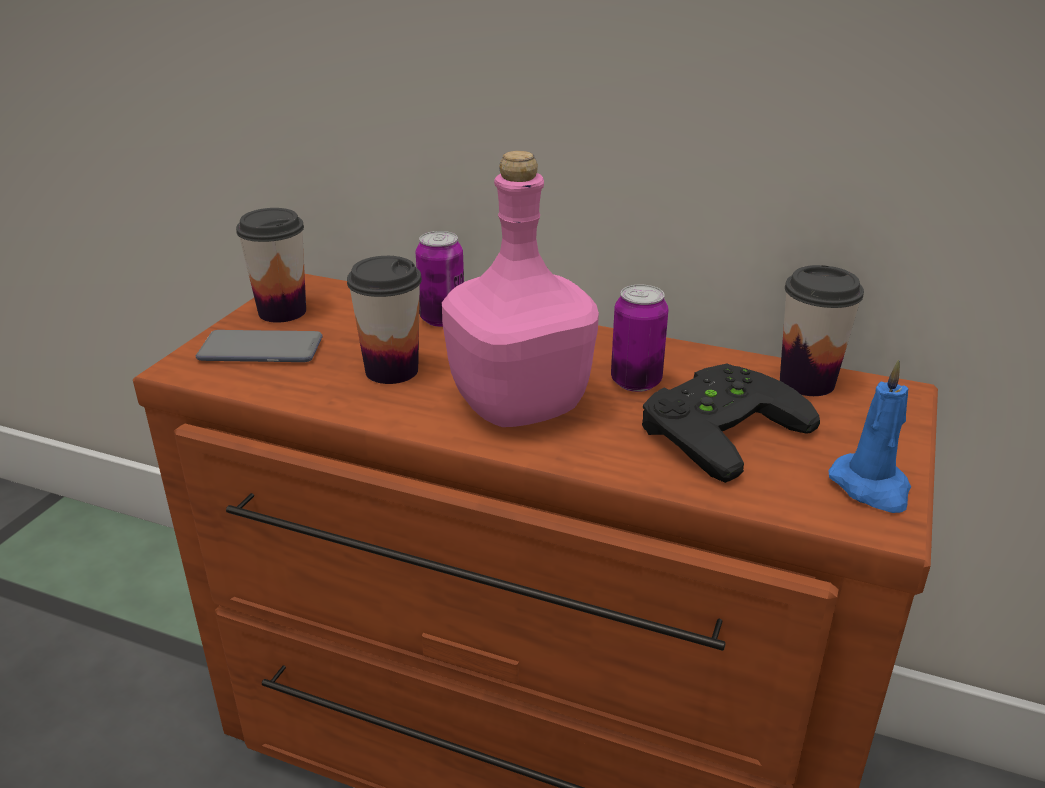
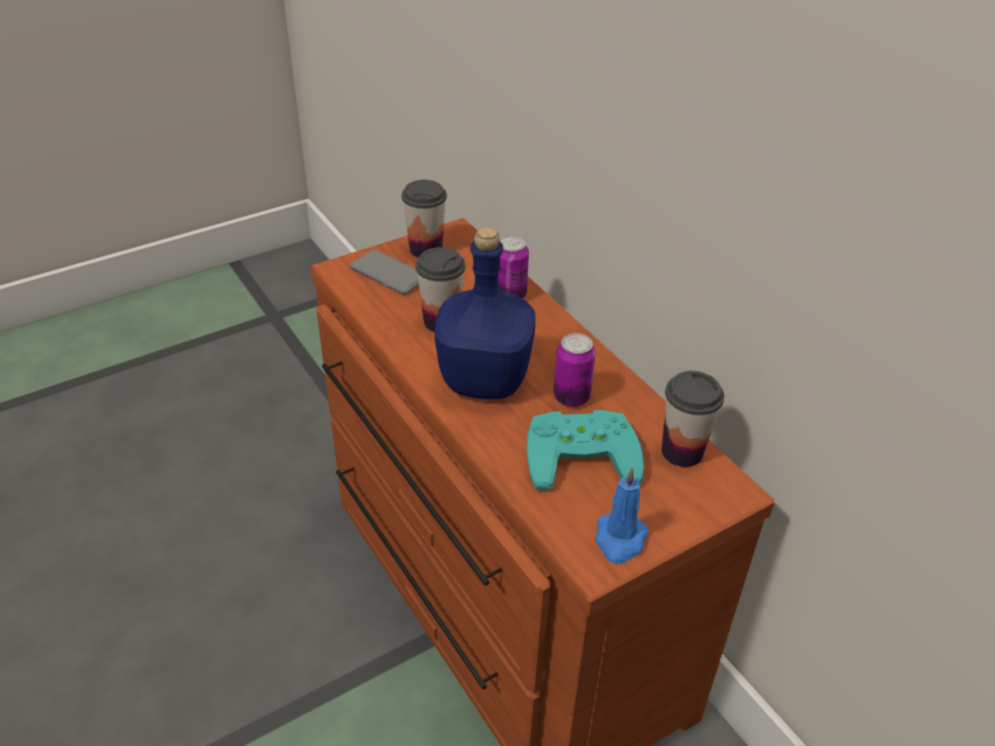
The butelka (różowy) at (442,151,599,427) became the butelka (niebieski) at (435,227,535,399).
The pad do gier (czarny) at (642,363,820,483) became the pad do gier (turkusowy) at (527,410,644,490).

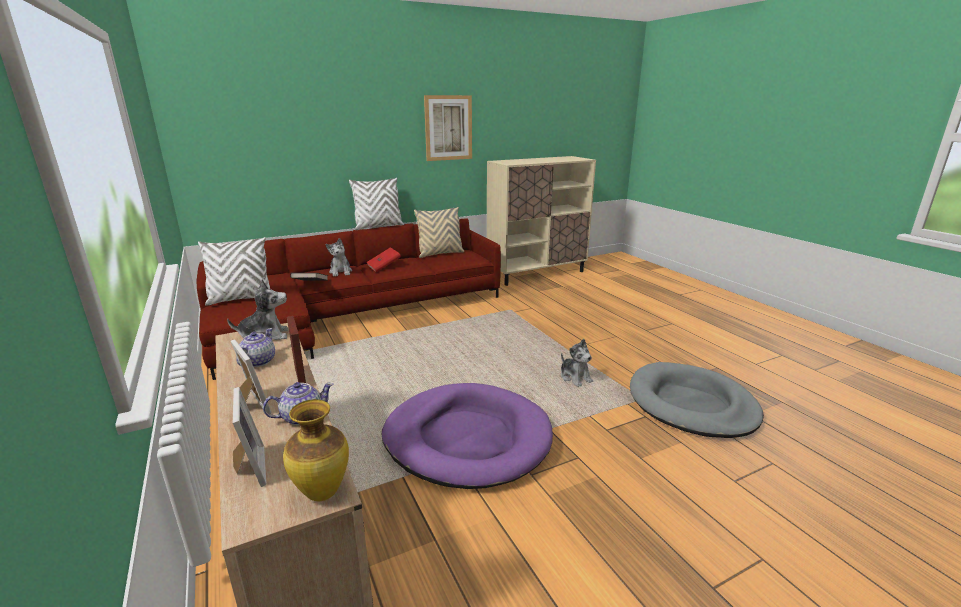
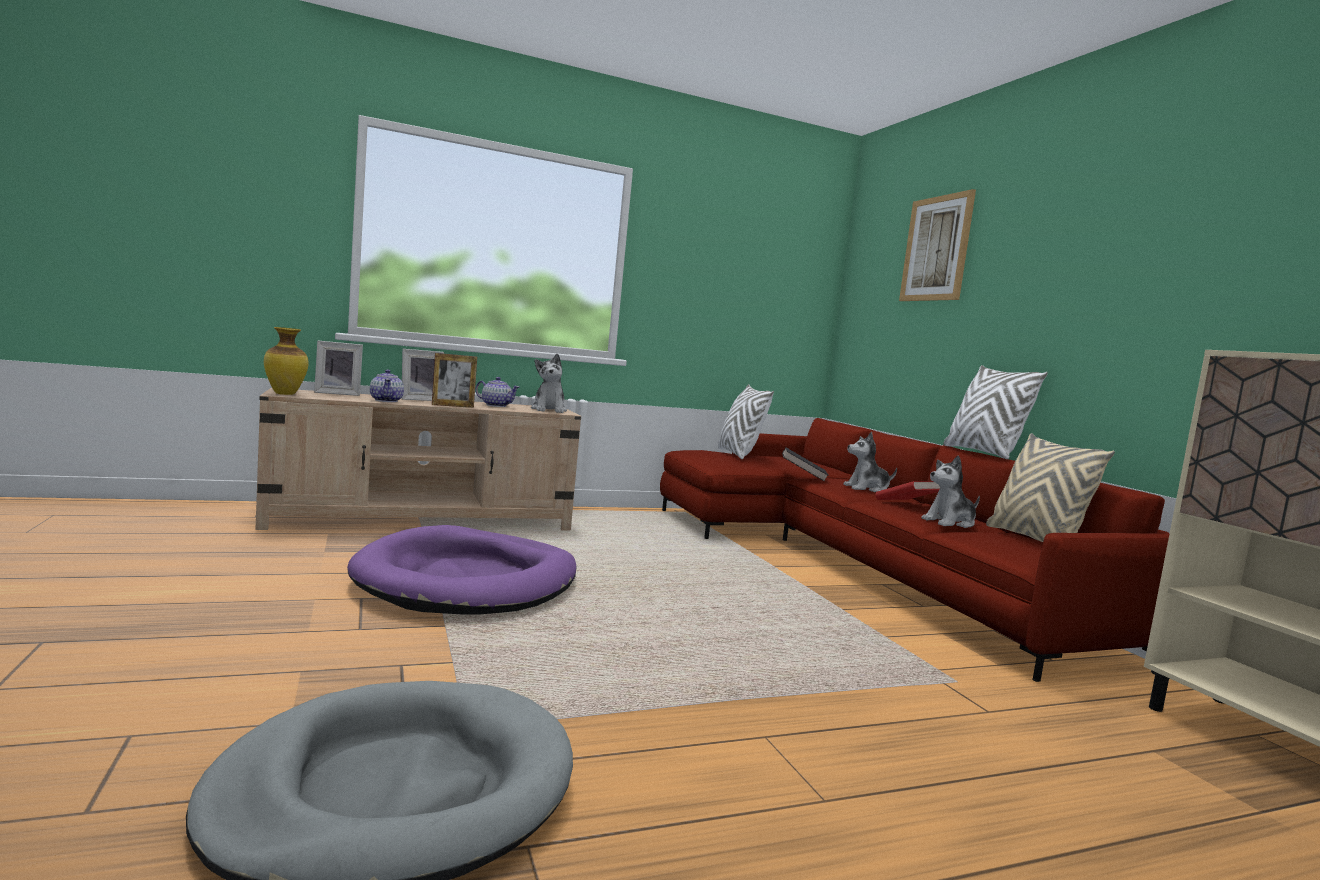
The obraz moved from (424,95,472,161) to (899,189,976,301).
The pluszak moved from (561,339,593,387) to (921,455,980,528).

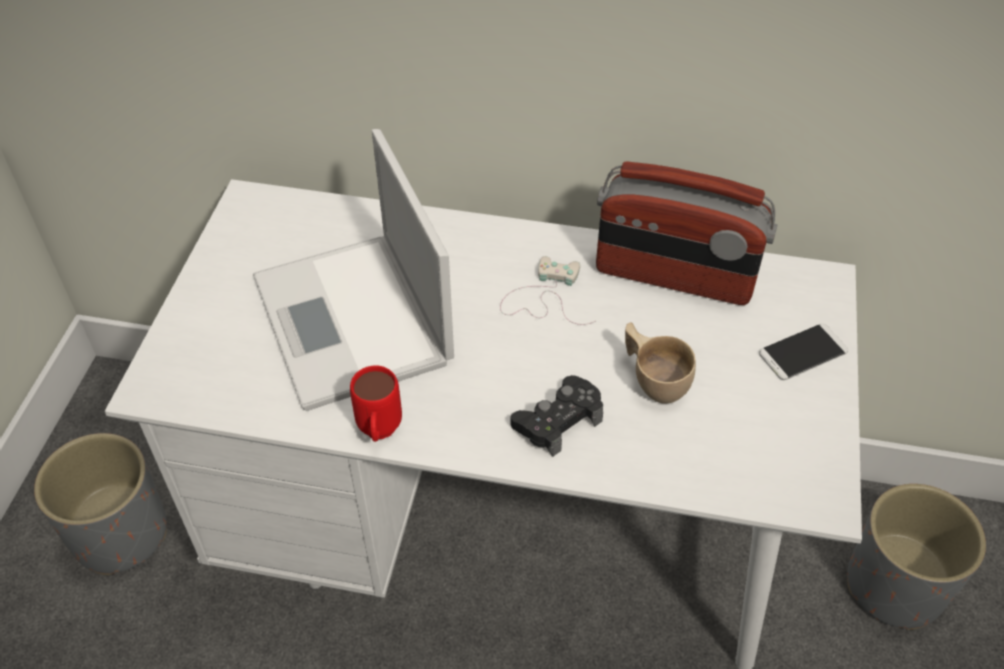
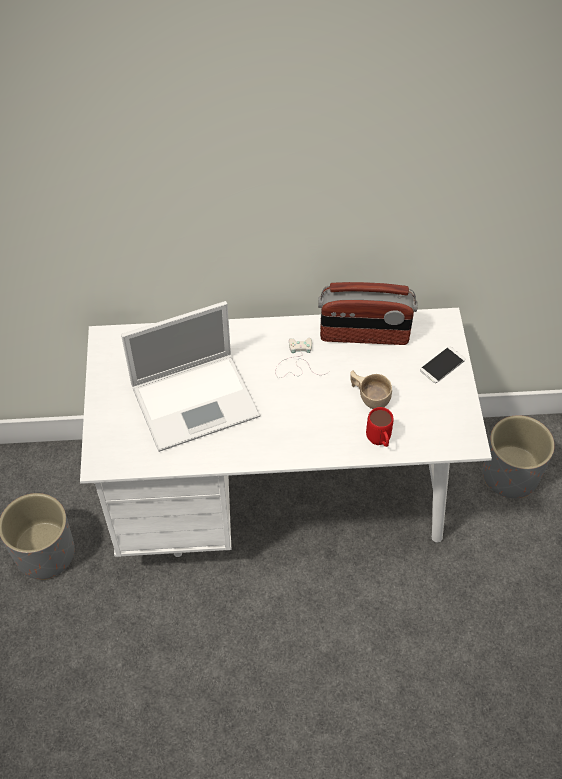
The laptop at (253,129,454,411) turned 75 degrees counterclockwise.
The kubek (czerwony) moved from (350,365,402,442) to (366,407,394,447).
The pad do gier (czarny) at (510,375,603,457) disappeared.

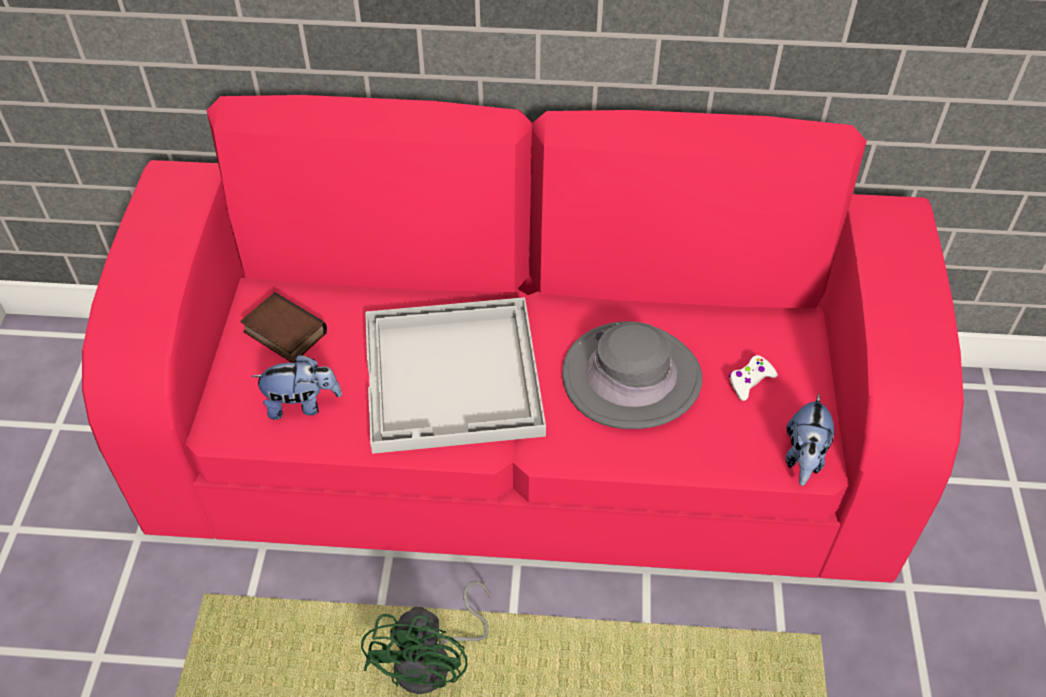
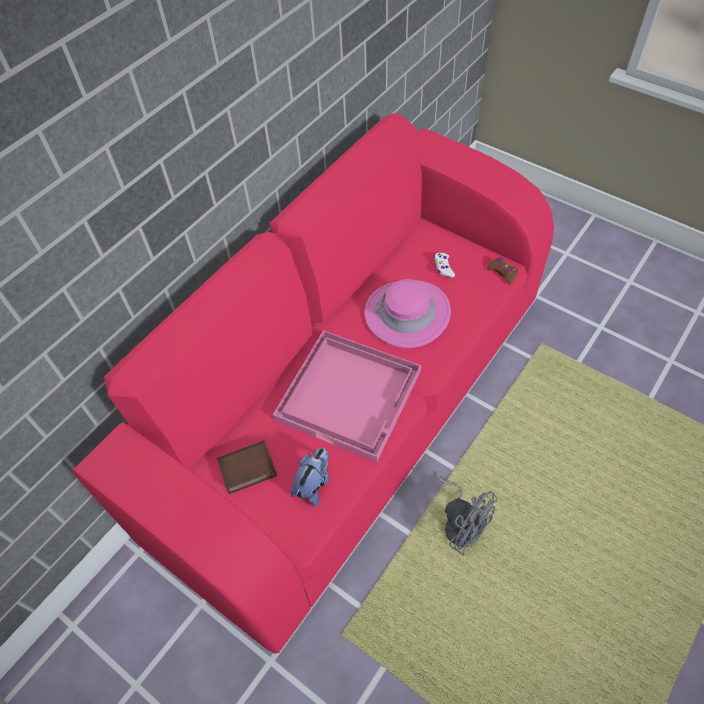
The taca (biały) at (365,297,546,454) became the taca (różowy) at (273,330,421,462).
The kapelusz (szary) at (562,321,702,429) became the kapelusz (różowy) at (364,279,451,348).
The pluszak at (786,394,834,486) was replaced by the pad do gier (brązowy) at (487,257,518,285).
The wentylator (zielony) at (361,581,490,694) became the wentylator (szary) at (434,471,497,556).

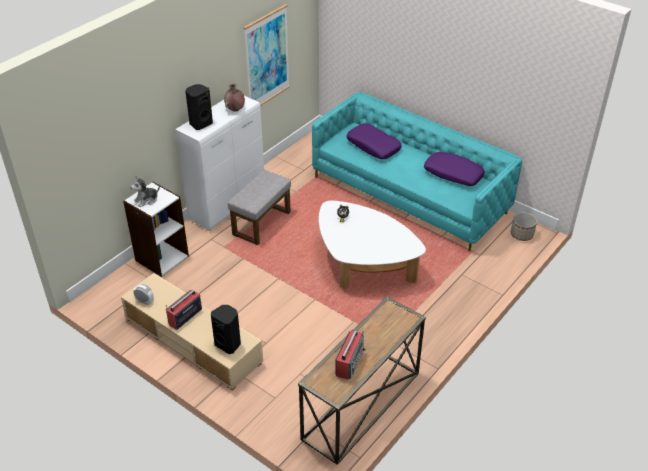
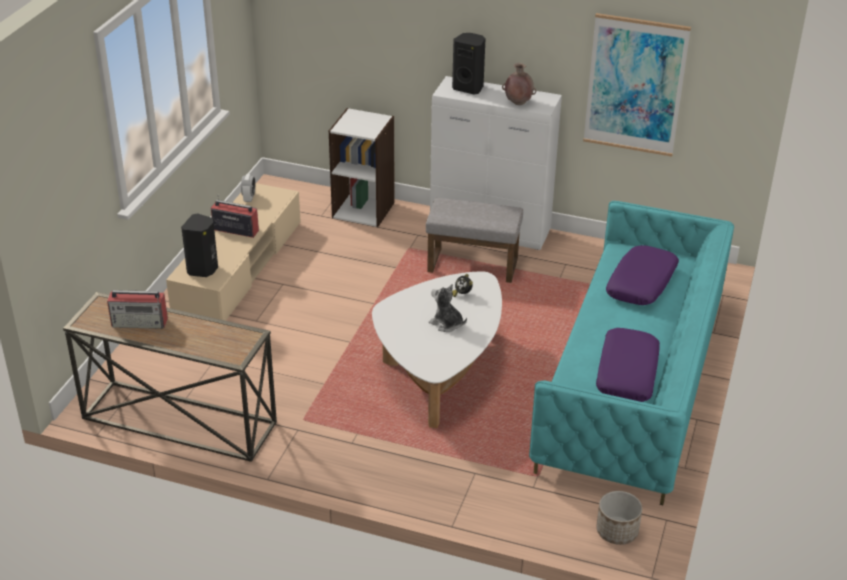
The pluszak moved from (130,176,160,207) to (429,284,467,332).

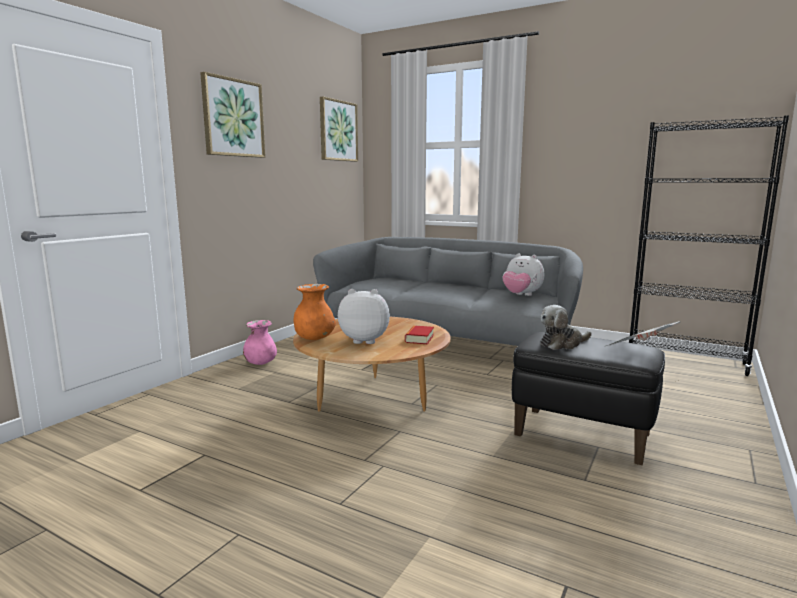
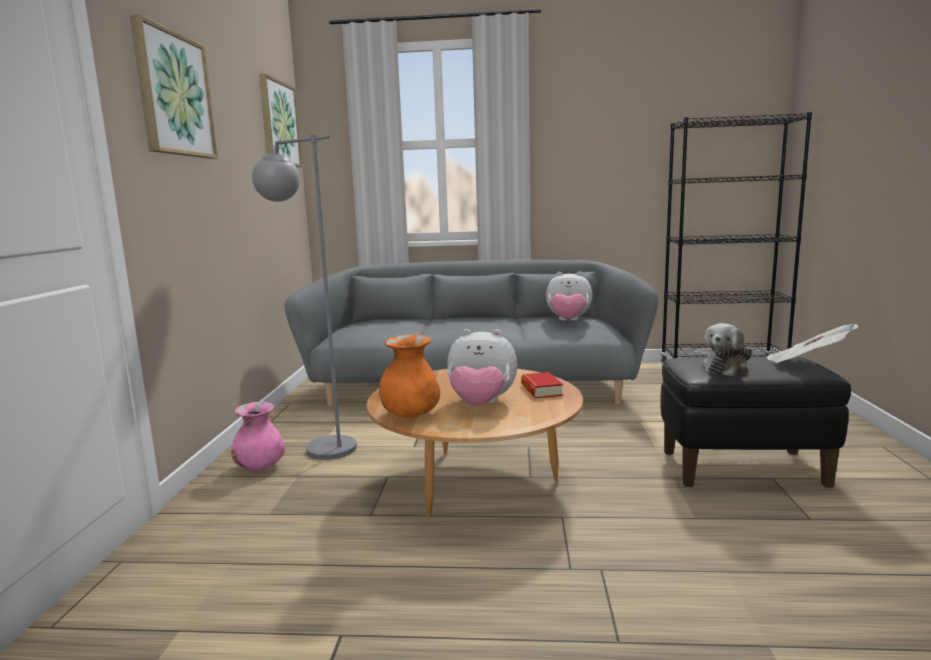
The pluszak at (338,289,390,344) turned 150 degrees counterclockwise.
The lampa stojąca (szary) at (252,135,357,460) appeared.

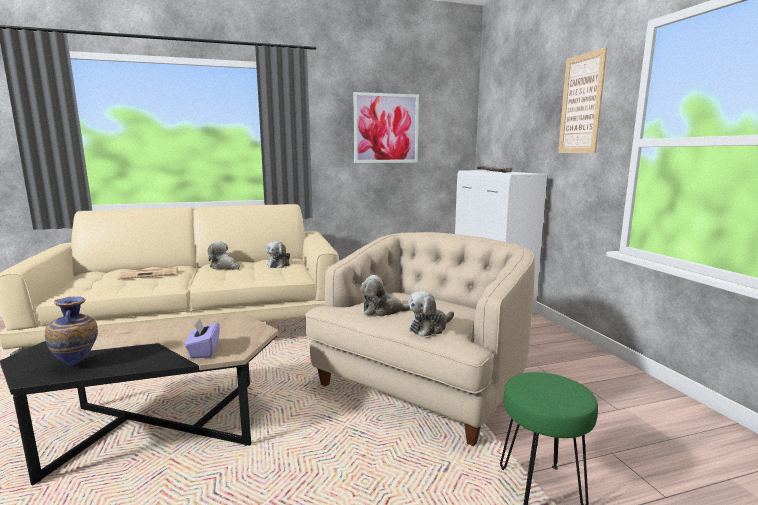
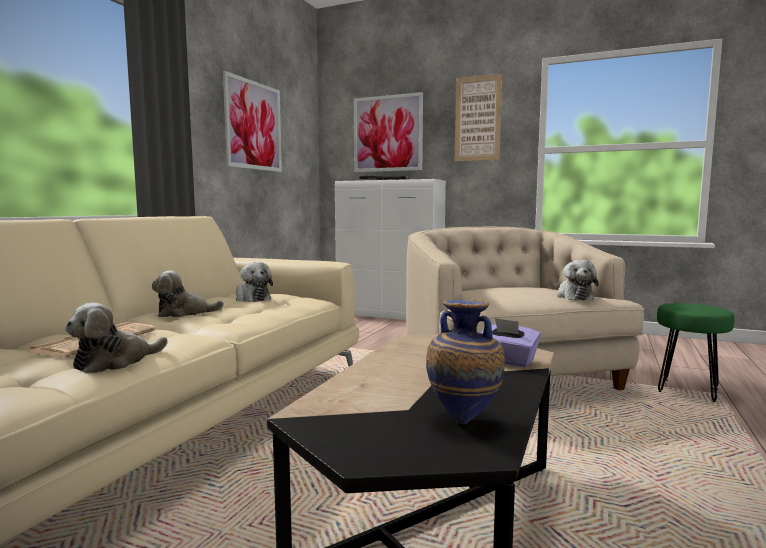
The pluszak moved from (360,275,411,317) to (65,303,168,373).
The obraz at (354,92,423,172) appeared.

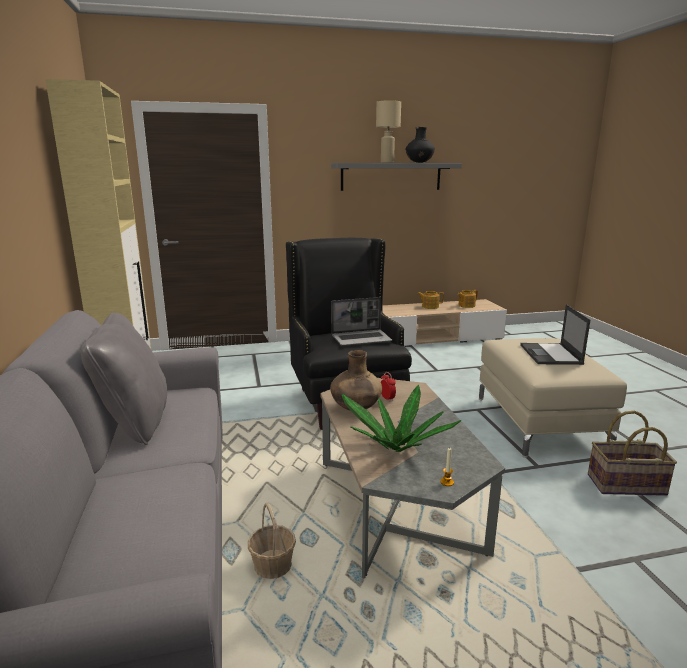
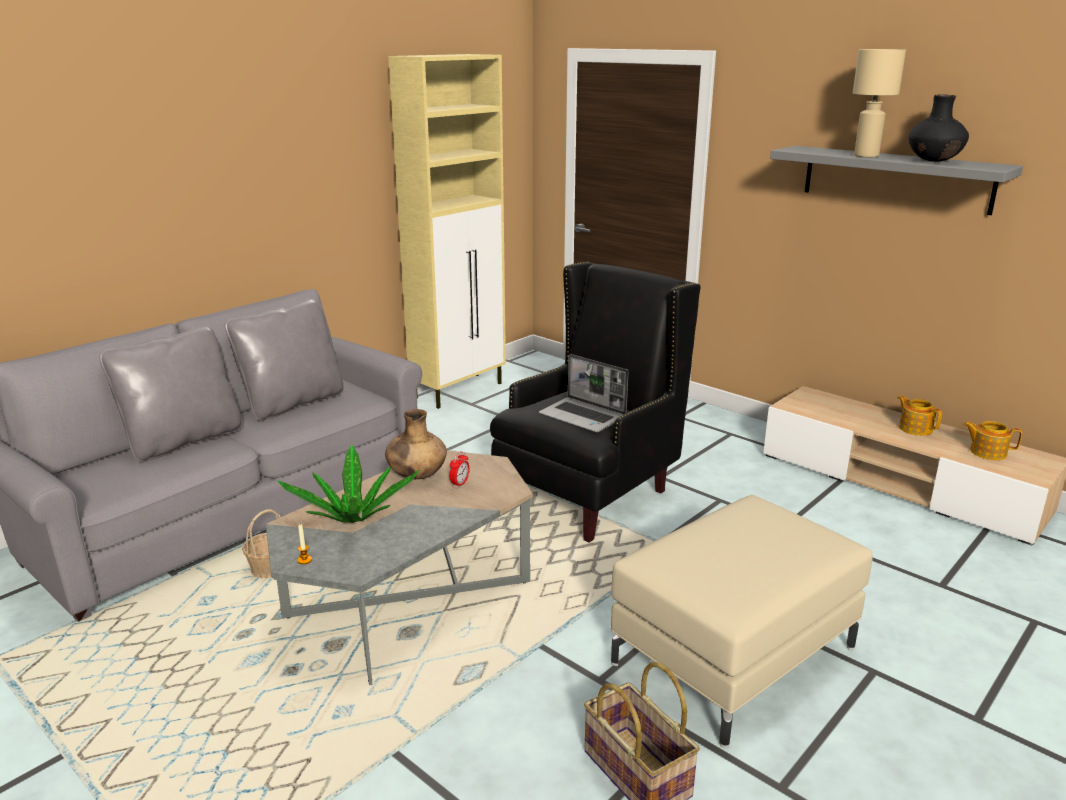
The laptop at (520,304,590,365) disappeared.
The poduszka (szary) at (99,327,242,462) appeared.

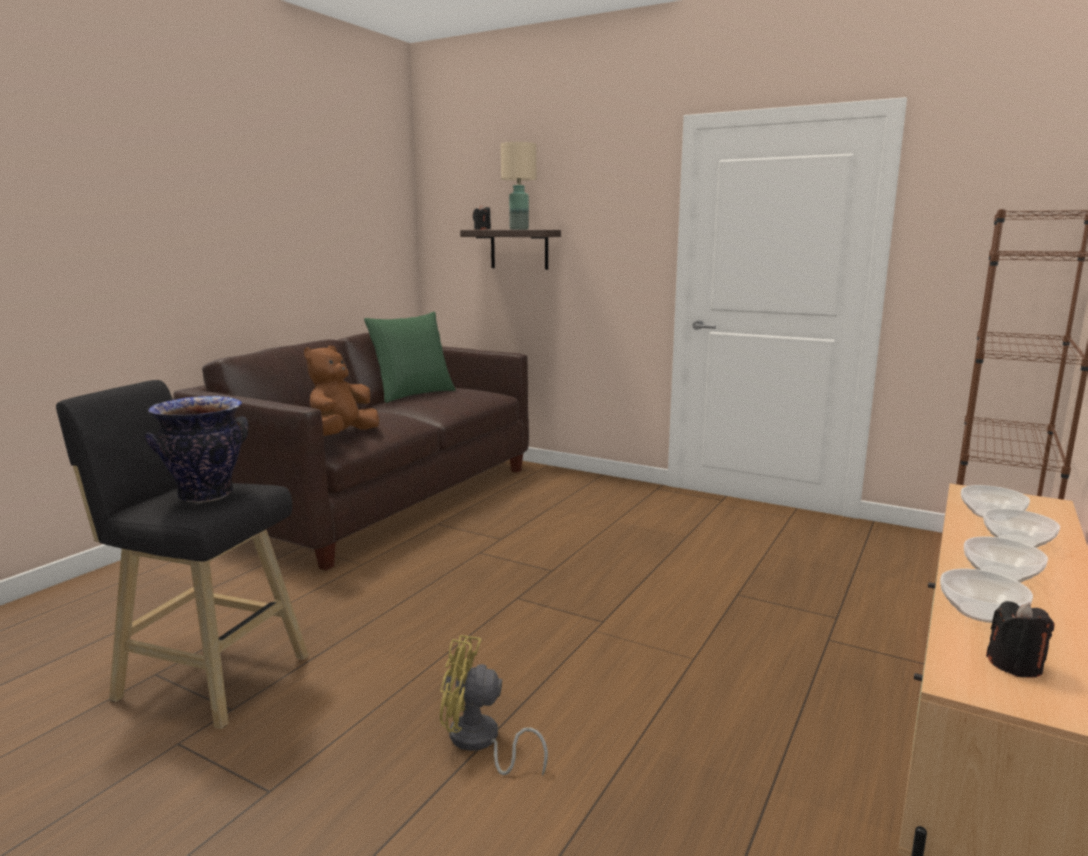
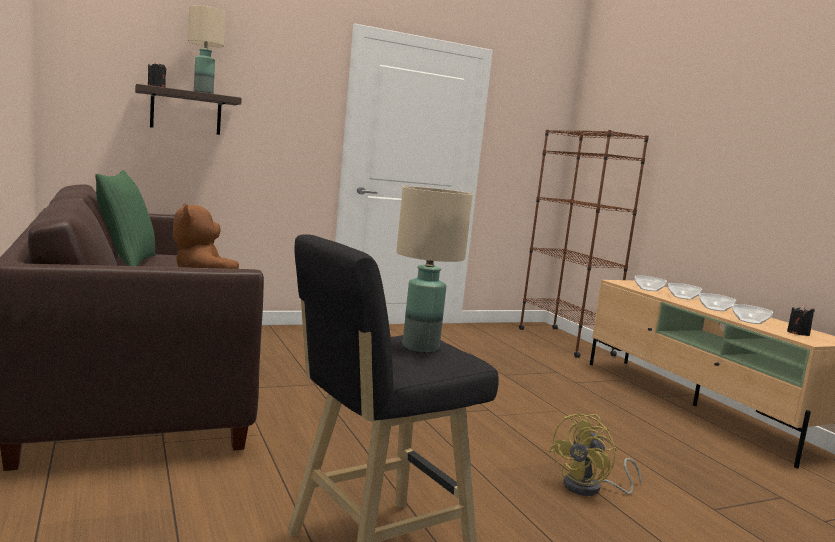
The wazon at (145,396,249,503) was replaced by the lampa stołowa (beżowy) at (396,186,473,352).

